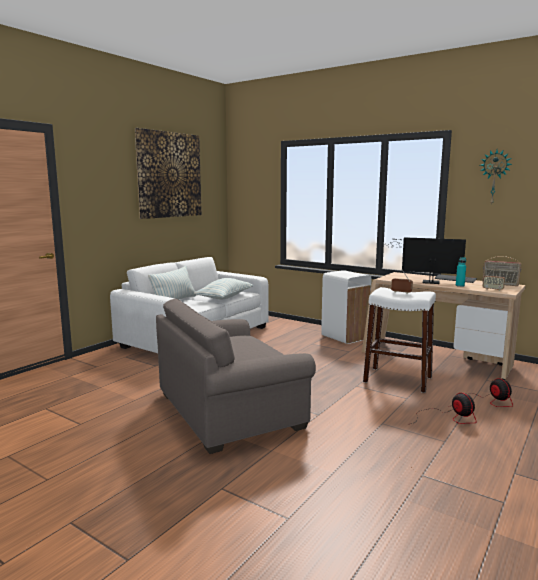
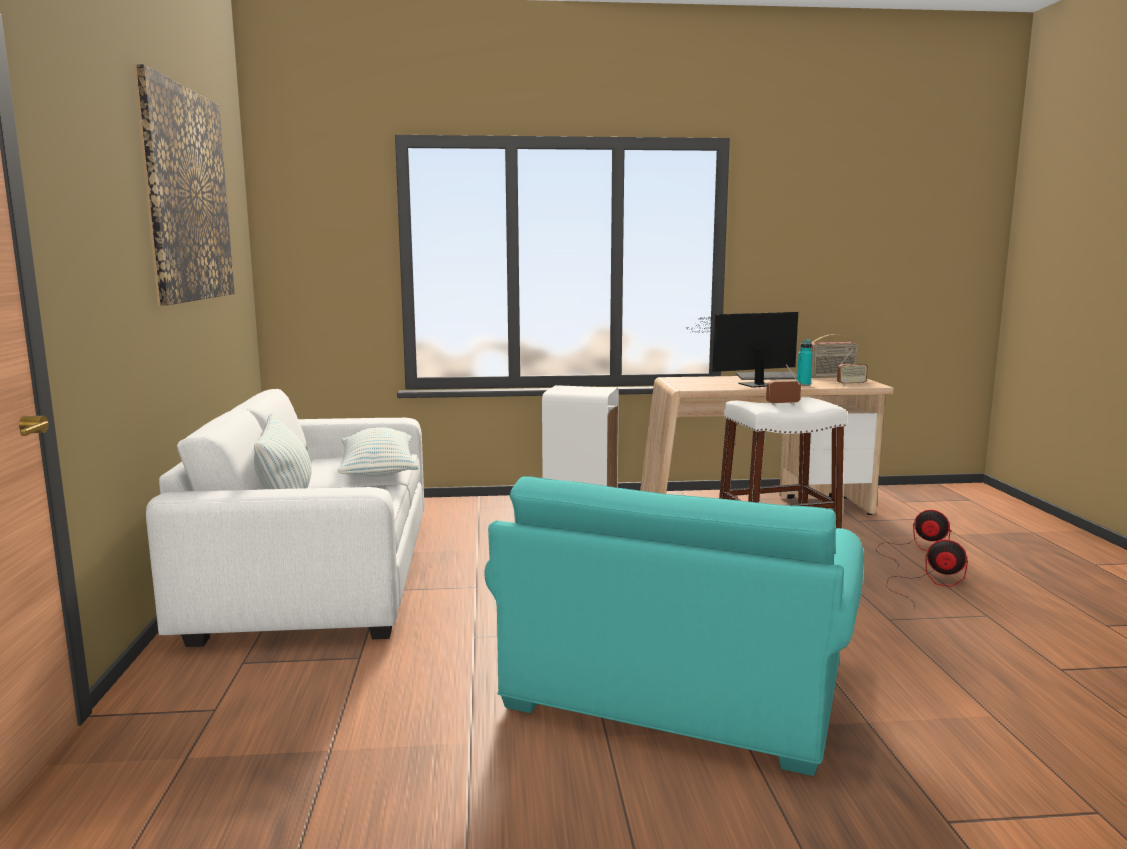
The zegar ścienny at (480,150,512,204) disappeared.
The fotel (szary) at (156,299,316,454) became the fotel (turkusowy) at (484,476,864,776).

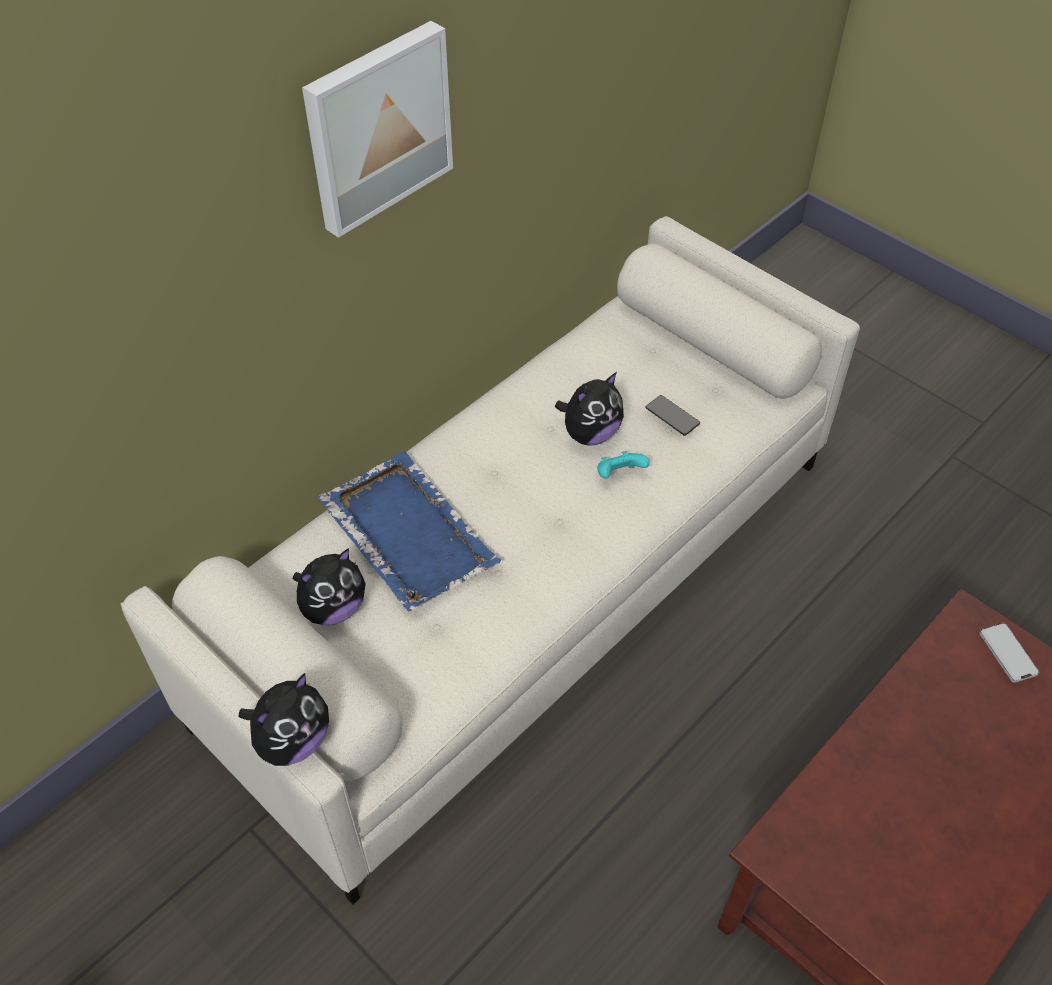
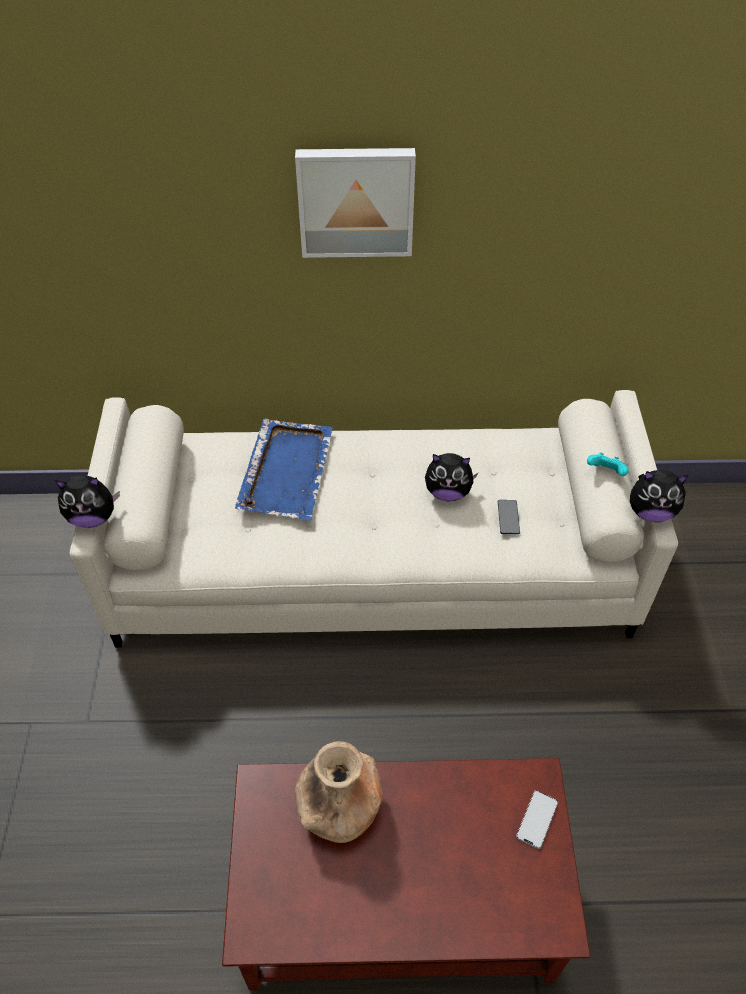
The pad do gier (turkusowy) moved from (597,451,650,479) to (587,452,629,476).
The pluszak moved from (292,548,366,625) to (630,470,688,522).
The wazon (brązowy) at (295,741,383,843) appeared.

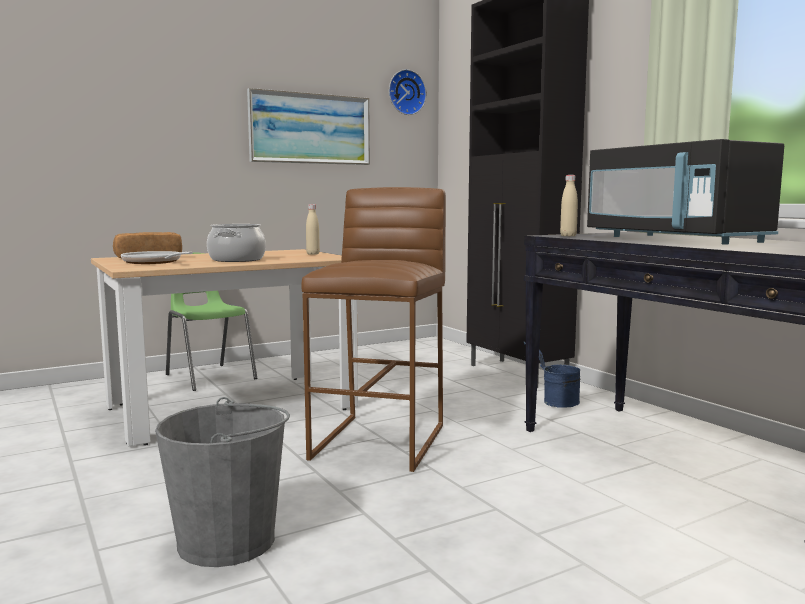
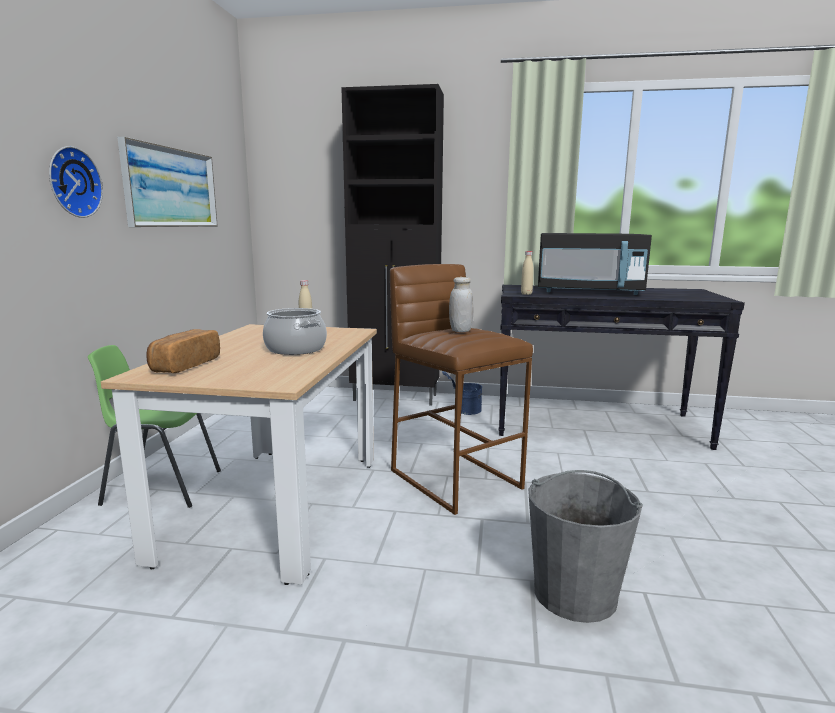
The zegar ścienny moved from (389,69,427,115) to (49,146,103,218).
The patelnia at (121,251,193,264) disappeared.
The słoik (biały) at (449,277,473,332) appeared.

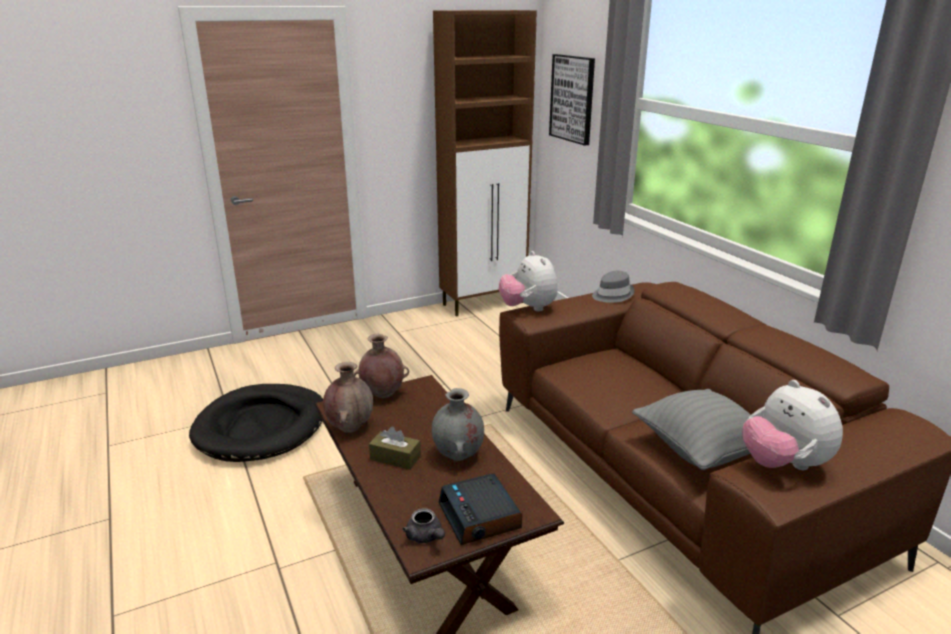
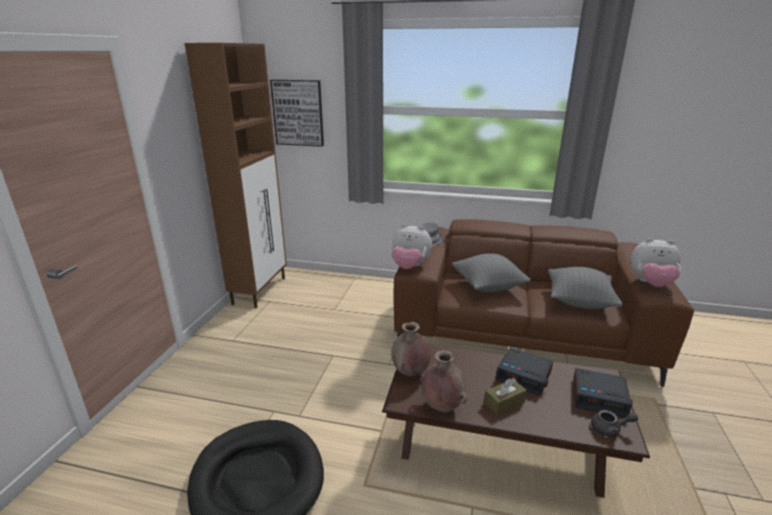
The wazon (szary) at (432,388,484,461) was replaced by the budzik at (495,348,553,396).
The poduszka (szary) at (452,253,531,292) appeared.

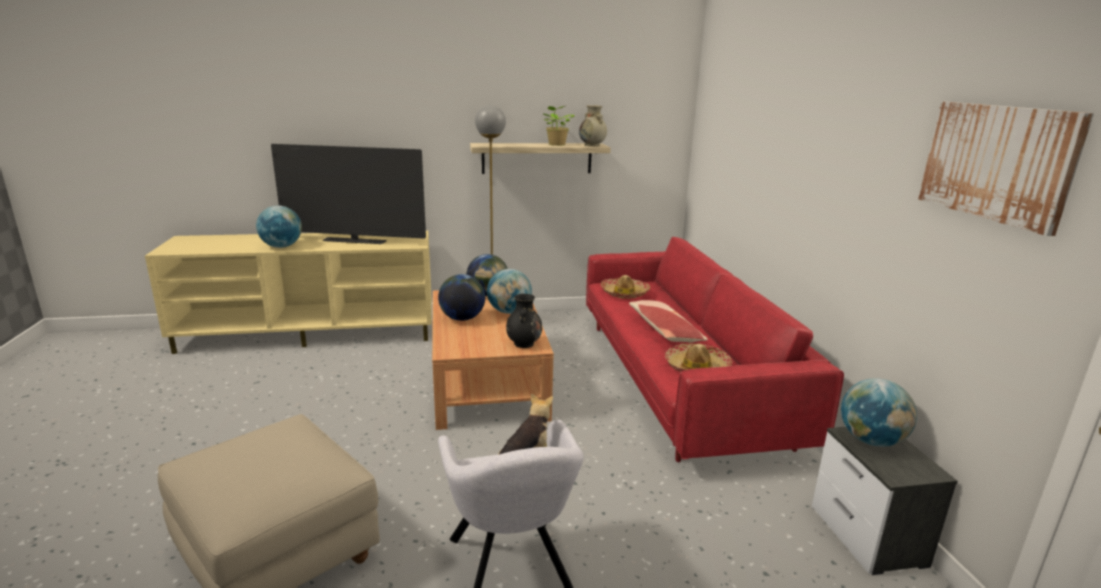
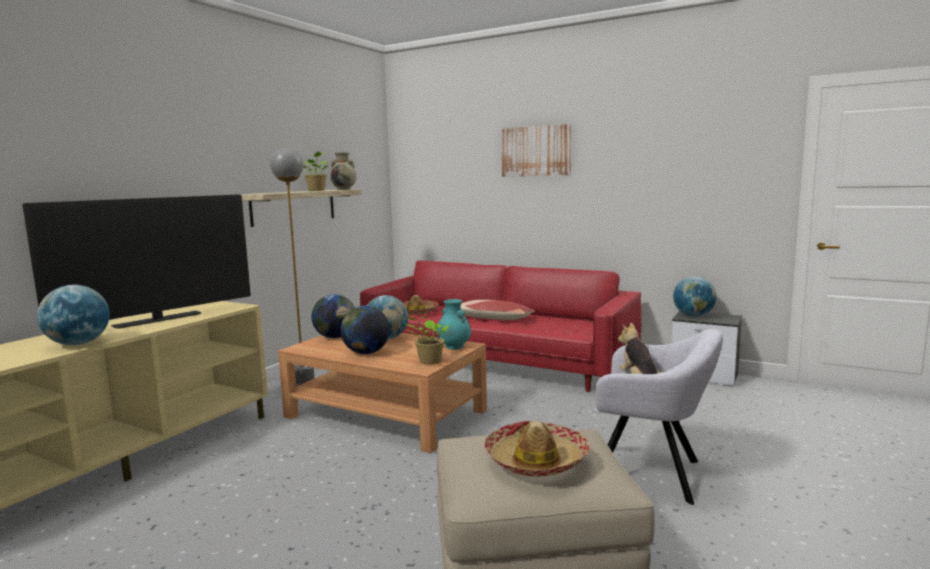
The obraz moved from (918,102,1094,236) to (501,124,571,177).
The wazon (czarny) at (506,294,542,348) became the wazon (turkusowy) at (437,299,471,349).
The kapelusz moved from (665,344,732,372) to (485,421,590,477).
The roślina doniczkowa at (406,316,449,364) appeared.

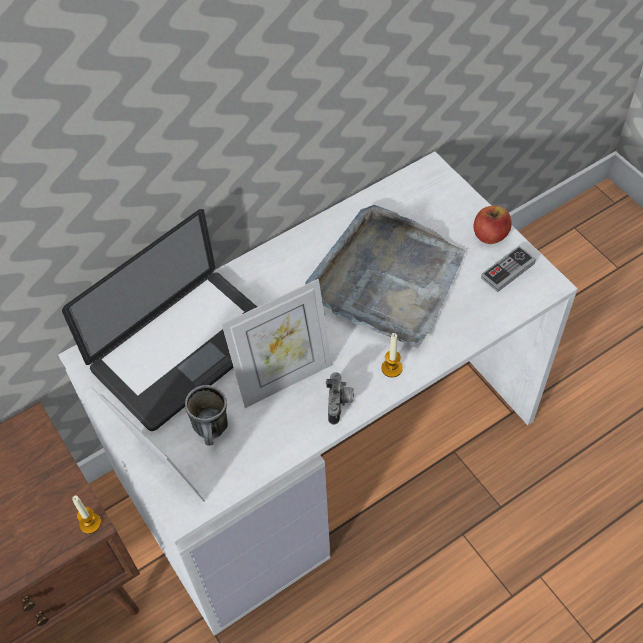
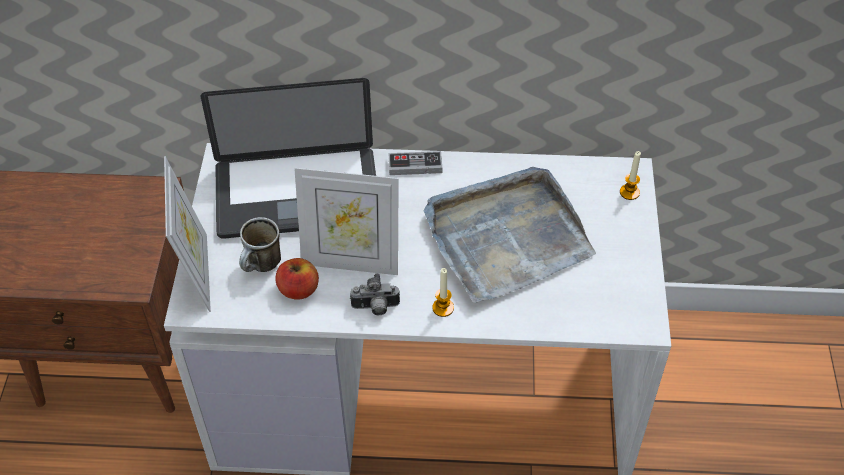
The jabłko moved from (474,206,512,244) to (276,258,319,300).
The pad do gier moved from (481,246,536,292) to (389,151,442,175).
The aparat fotograficzny at (326,372,354,425) turned 45 degrees clockwise.
The świeca moved from (72,495,101,534) to (620,151,641,200).

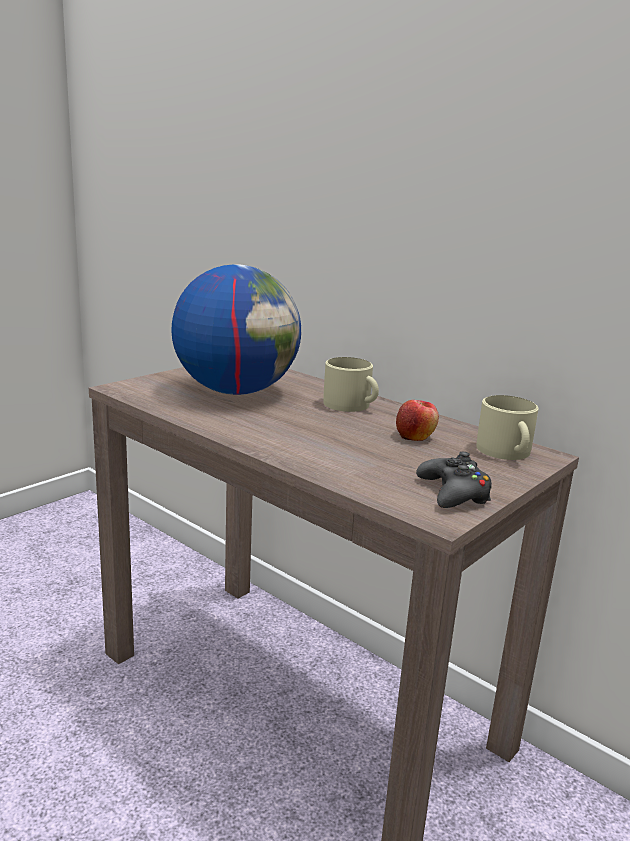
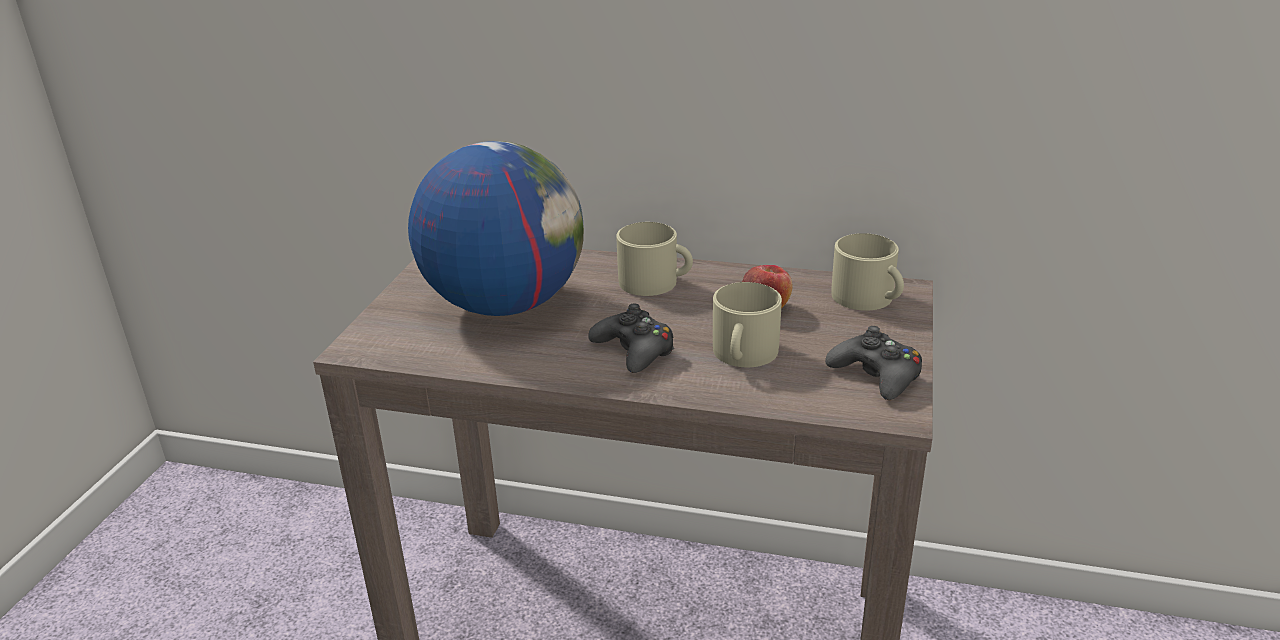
The kubek (beżowy) at (713,282,782,367) appeared.
The pad do gier (czarny) at (588,303,674,373) appeared.

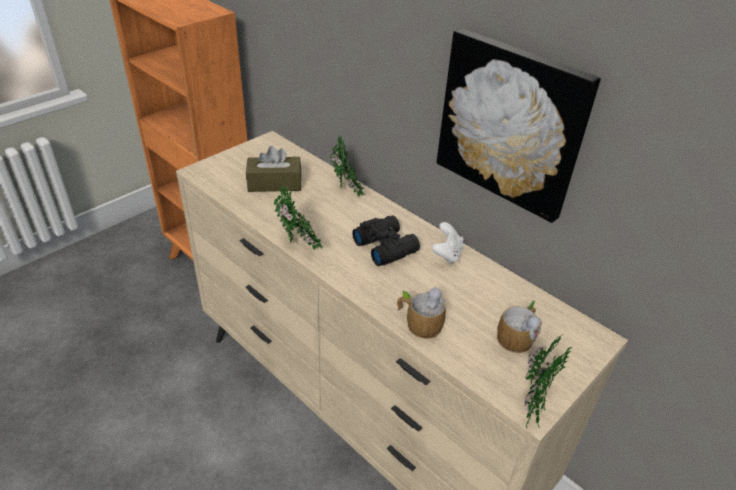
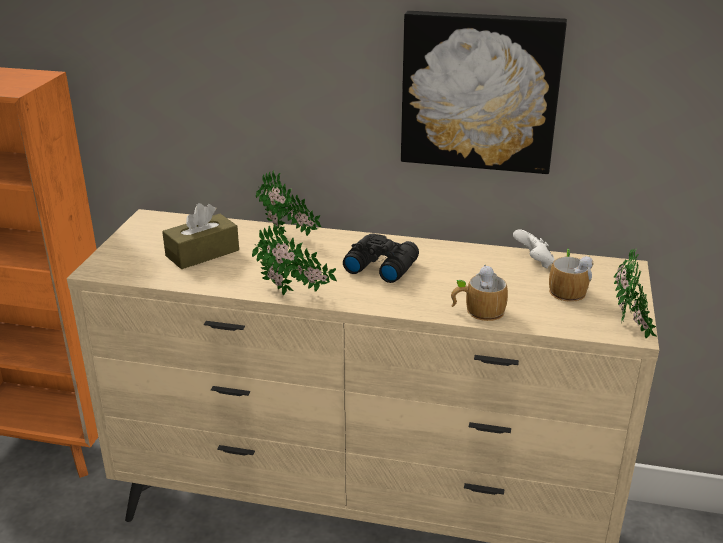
The pad do gier (biały) moved from (431,222,464,265) to (513,229,555,268).

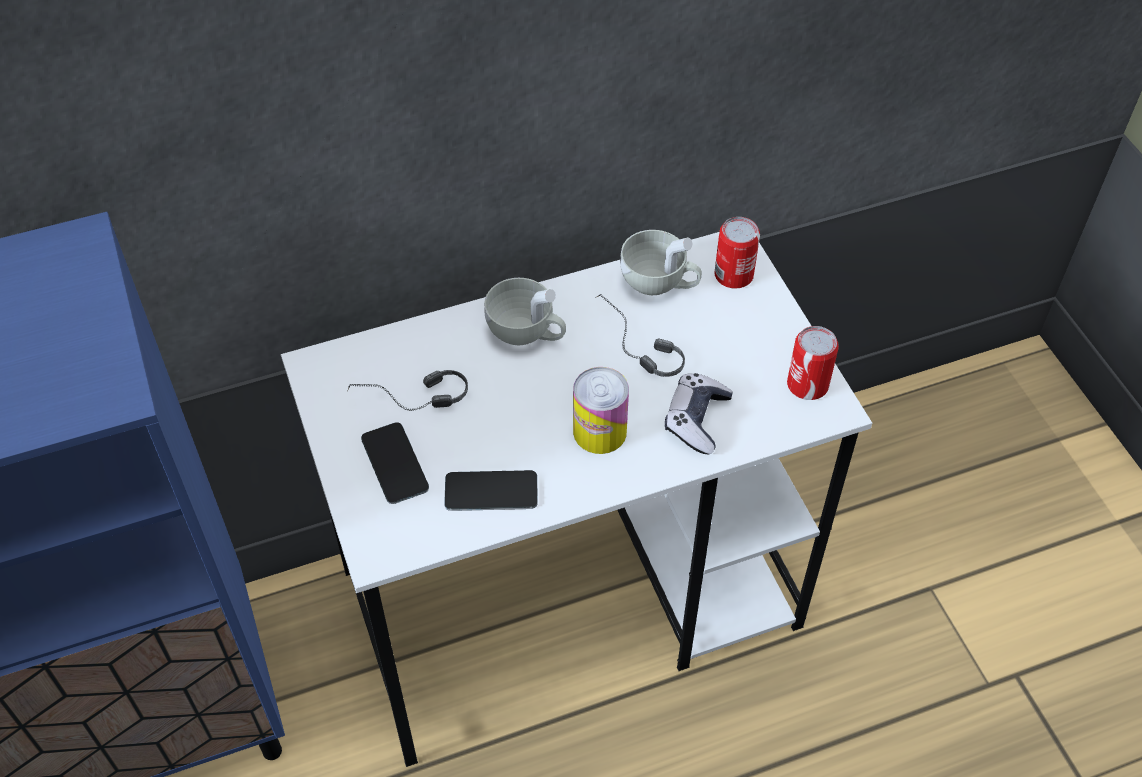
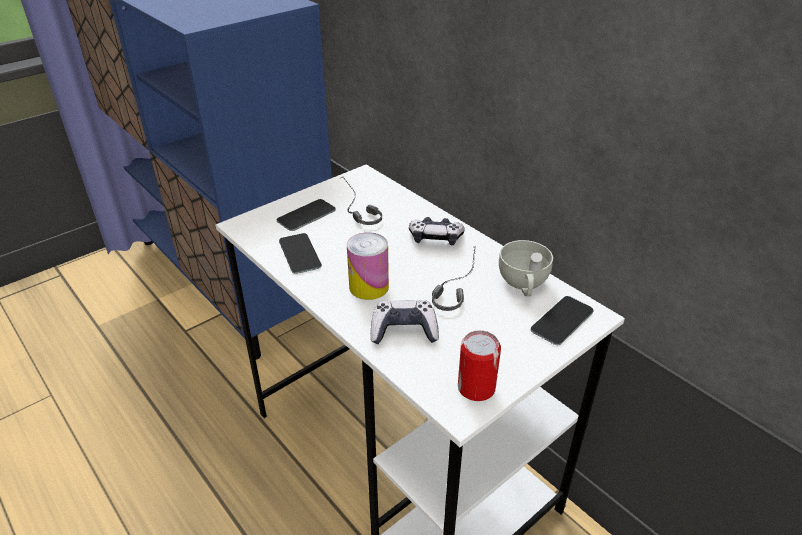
The puszka at (714,217,760,288) was replaced by the telefon at (531,296,594,345).
The filiżanka (biały) at (484,278,566,345) was replaced by the pad do gier at (409,217,464,245).

